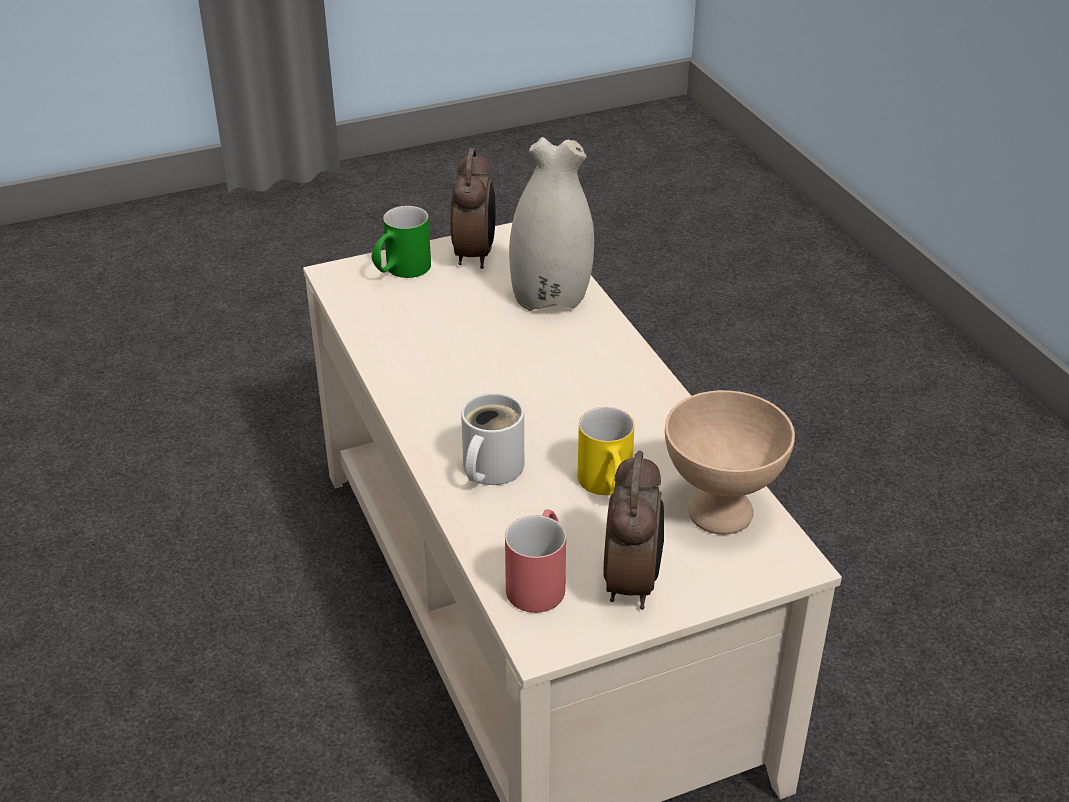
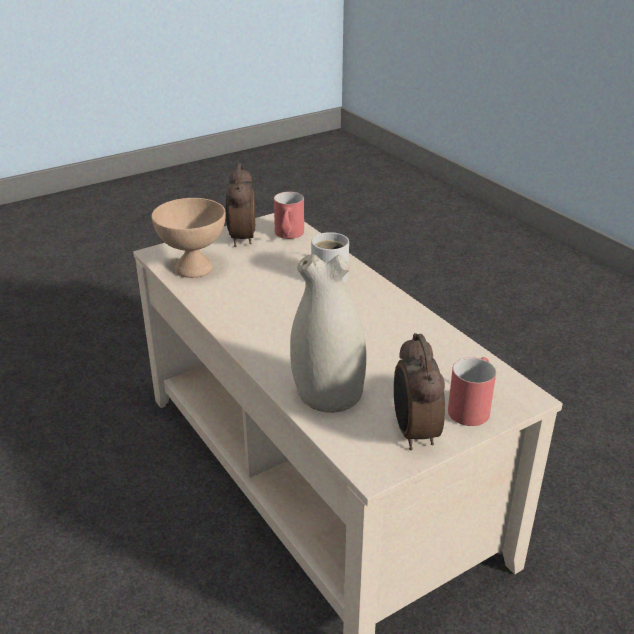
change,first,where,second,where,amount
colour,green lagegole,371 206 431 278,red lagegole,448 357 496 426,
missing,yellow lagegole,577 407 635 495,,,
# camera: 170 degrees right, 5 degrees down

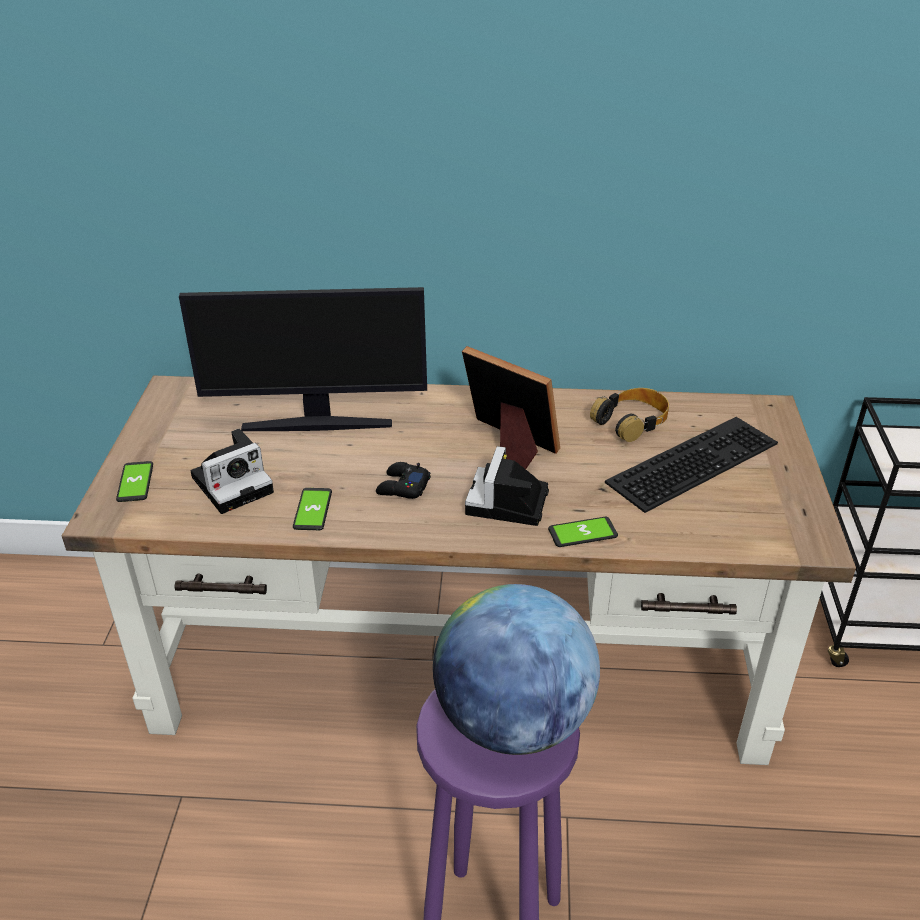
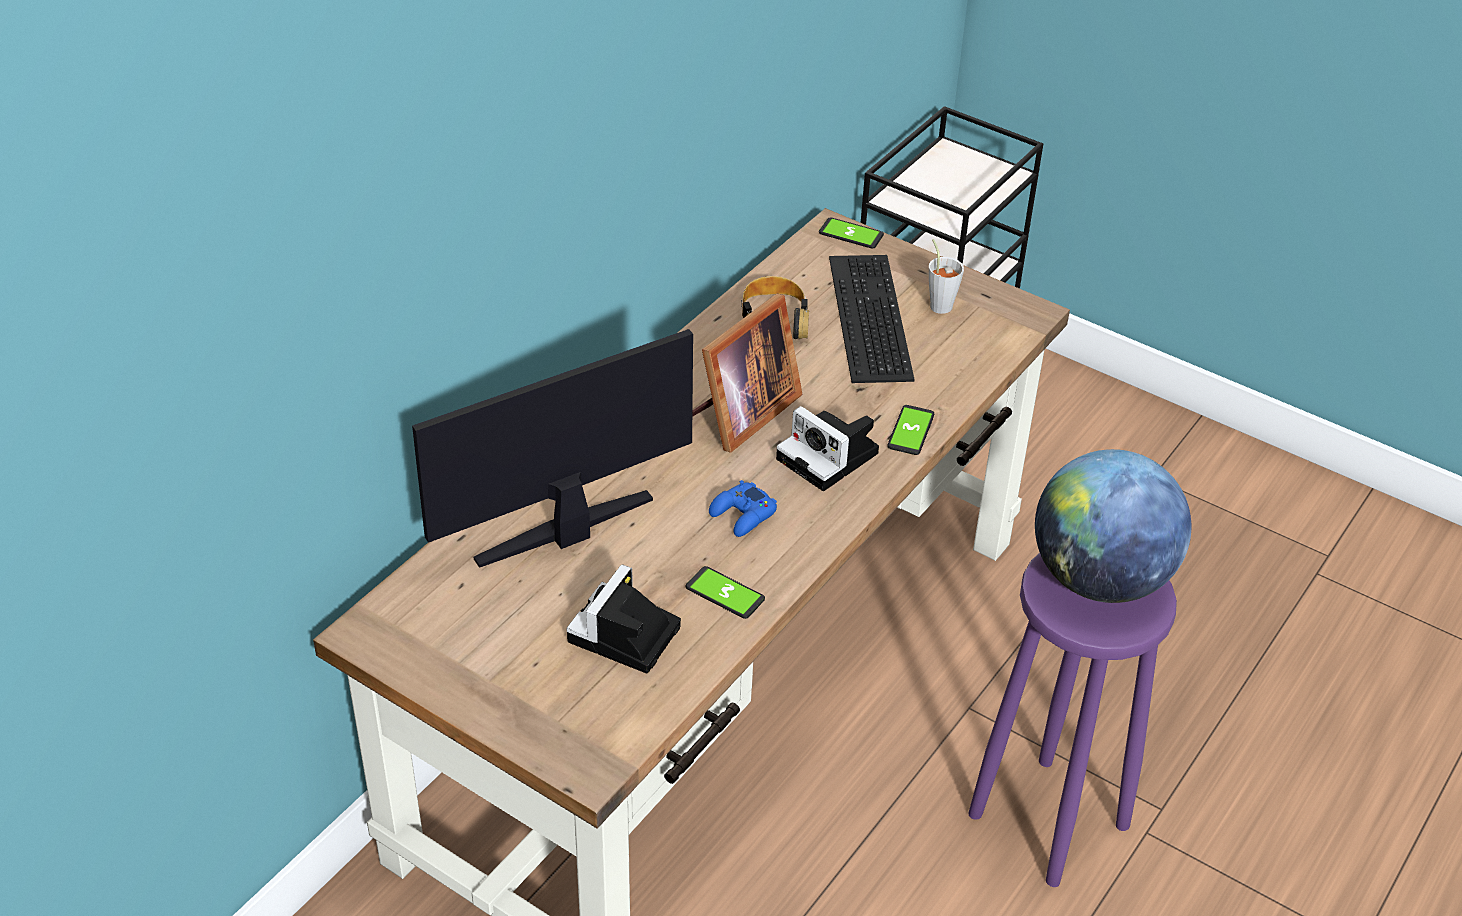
change,first,where,second,where,amount
spun,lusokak,179 287 427 431,,412 329 693 568,150 degrees counterclockwise
spun,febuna,462 346 560 469,,692 294 802 453,150 degrees clockwise
spun,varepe,191 429 274 514,,567 565 681 673,150 degrees counterclockwise
relocated,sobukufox,116 461 153 502,,819 217 884 249,
colour,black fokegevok,376 462 431 499,blue fokegevok,709 480 777 537,
appeared,,,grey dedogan,929 239 964 314,
# camera: 60 degrees left, 5 degrees up

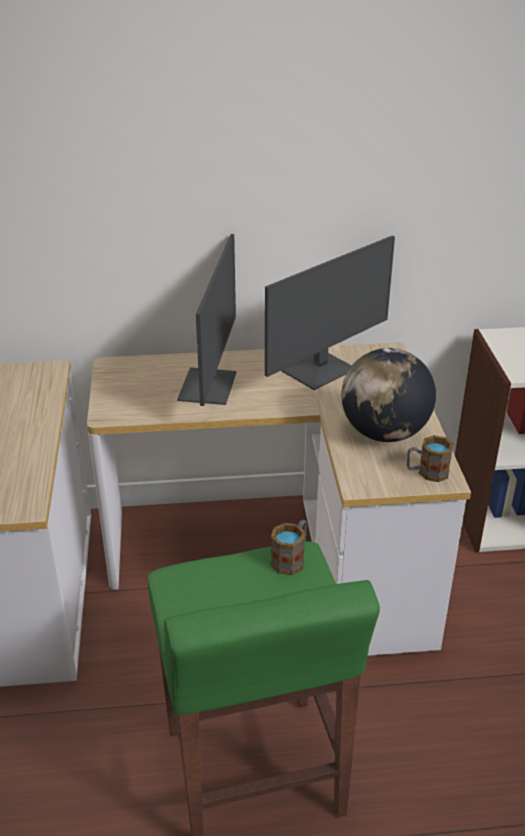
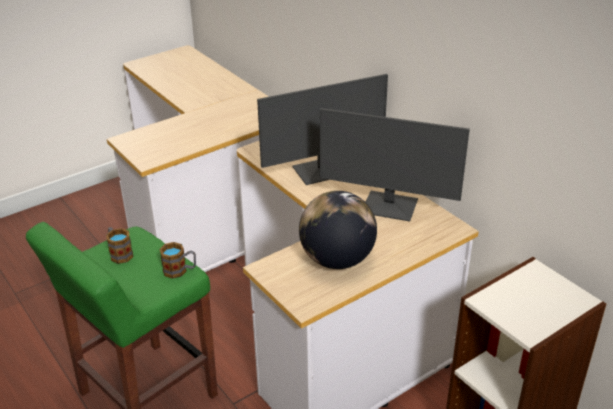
change,first,where,second,where,amount
relocated,lagegole,407 435 453 482,,106 227 133 264,
# camera: 60 degrees right, 0 degrees up

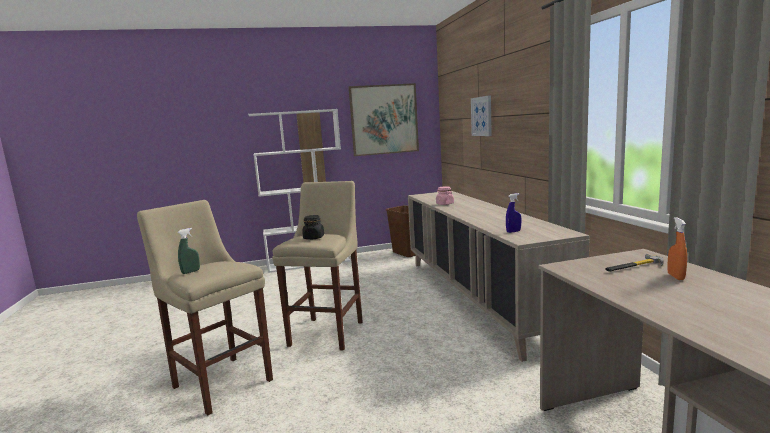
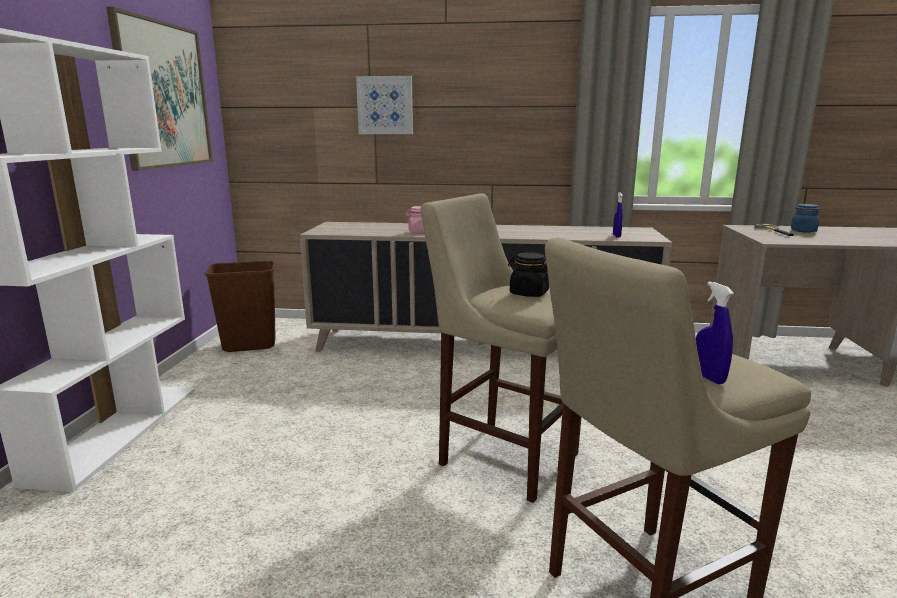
change,first,where,second,where,amount
exchanged,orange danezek,667 217 687 280,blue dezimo,791 204 819 233,
colour,green danezek,178 228 200 274,blue danezek,696 281 734 384,
# camera: 70 degrees left, 5 degrees up

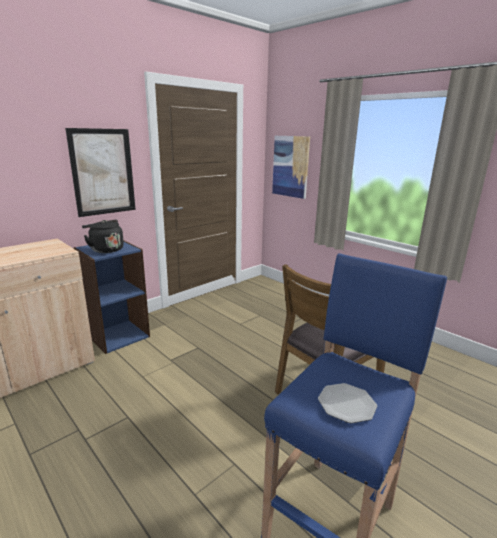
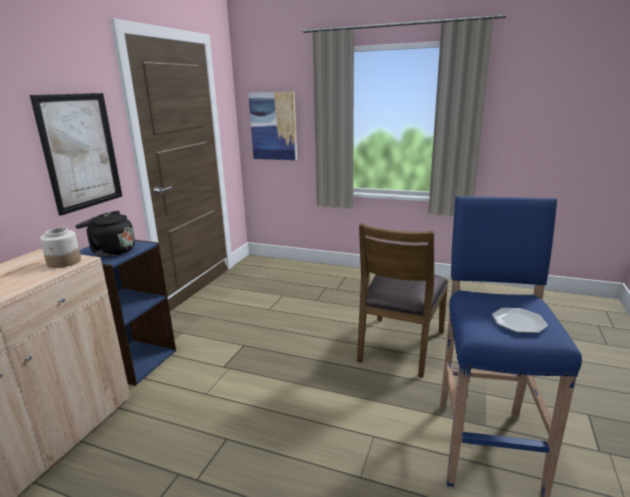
change,first,where,second,where,amount
appeared,,,dezimo,40 228 81 268,
# camera: 25 degrees left, 0 degrees up

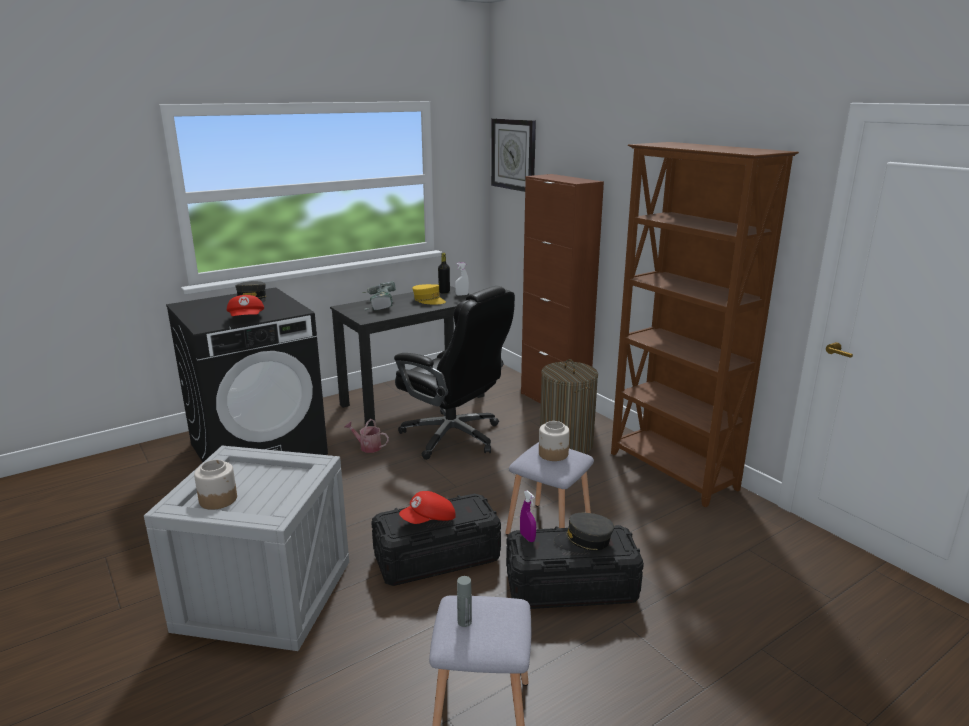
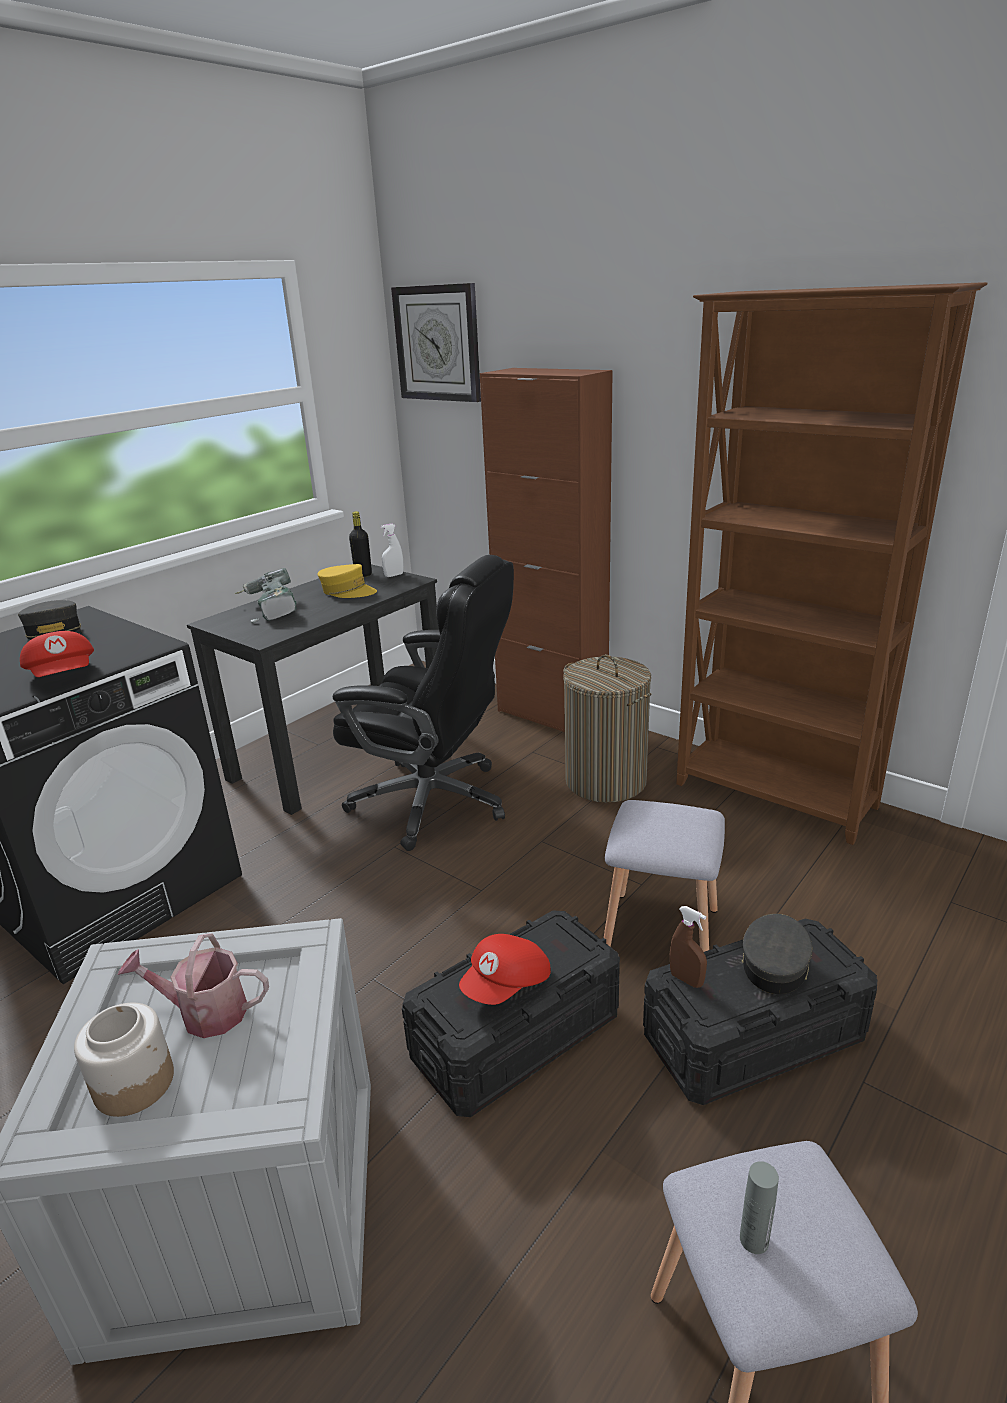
change,first,where,second,where,amount
relocated,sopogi,344 419 389 453,,118 934 269 1038,
missing,dezimo,539 421 570 461,,,
colour,purple danezek,520 490 536 542,brown danezek,670 906 707 988,
spun,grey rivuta,554 513 614 553,,742 914 813 994,135 degrees clockwise
# camera: 15 degrees left, 5 degrees up

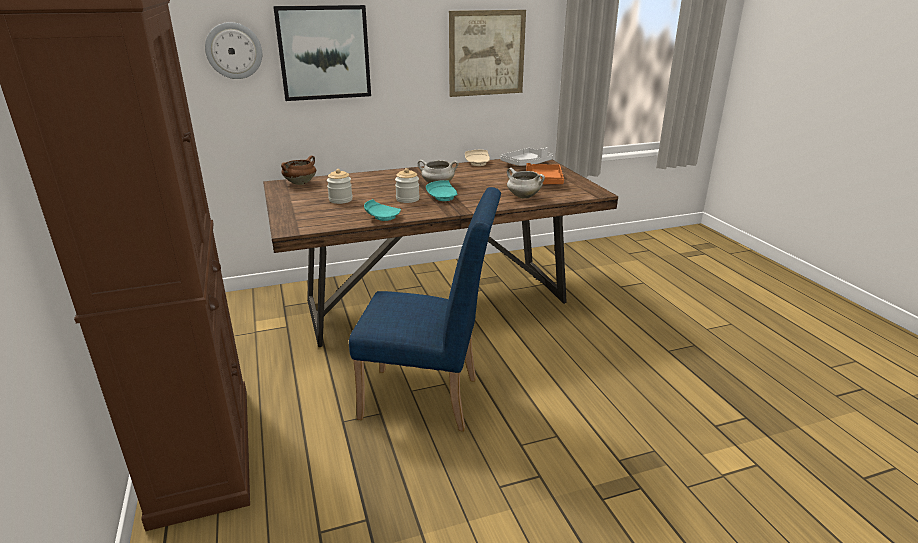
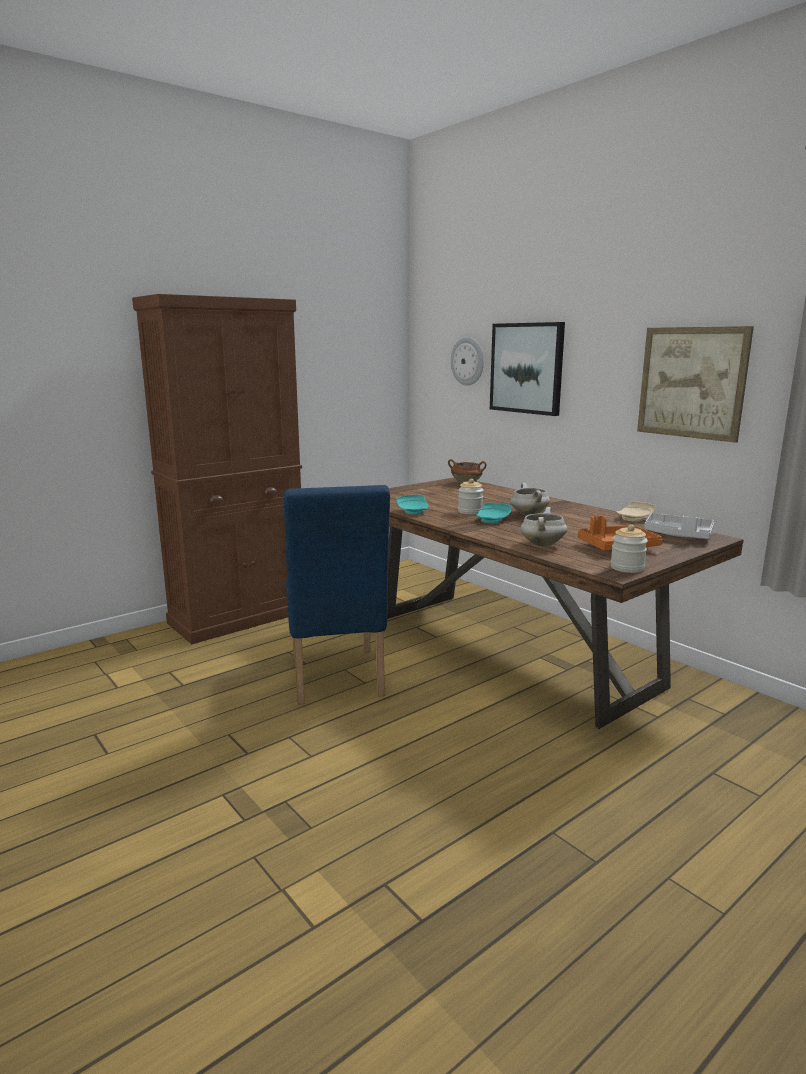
change,first,where,second,where,amount
relocated,dezimo,327 169 353 204,,610 524 648 573,
# camera: 70 degrees right, 10 degrees down

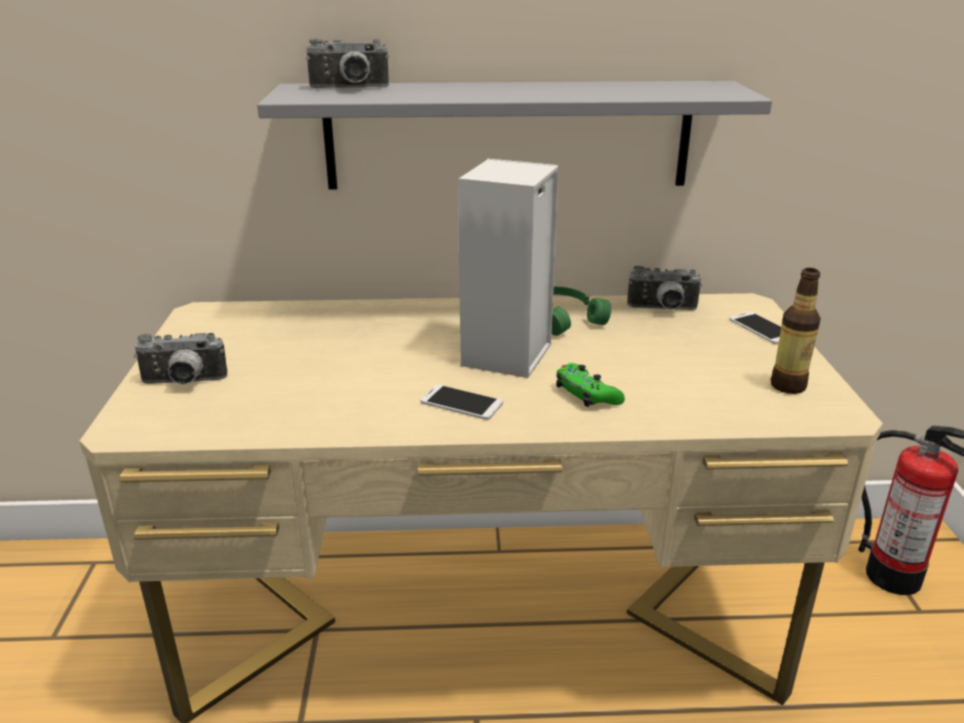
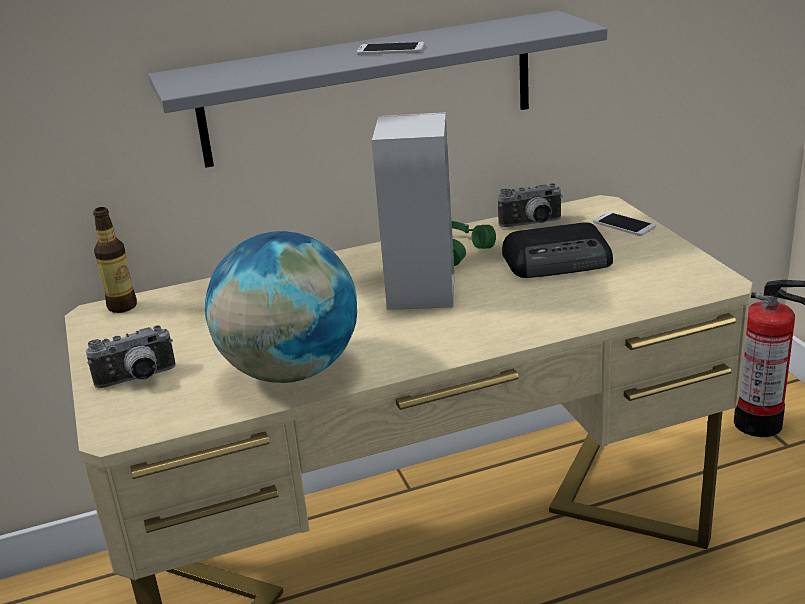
change,first,where,second,where,amount
missing,varepe,306 39 389 88,,,
relocated,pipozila,771 268 821 394,,93 207 137 313,
missing,green fokegevok,556 363 625 407,,,
relocated,sobukufox,420 385 503 420,,356 42 425 55,
appeared,,,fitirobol,502 222 613 278,
appeared,,,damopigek,205 231 357 383,
# camera: 15 degrees left, 0 degrees up

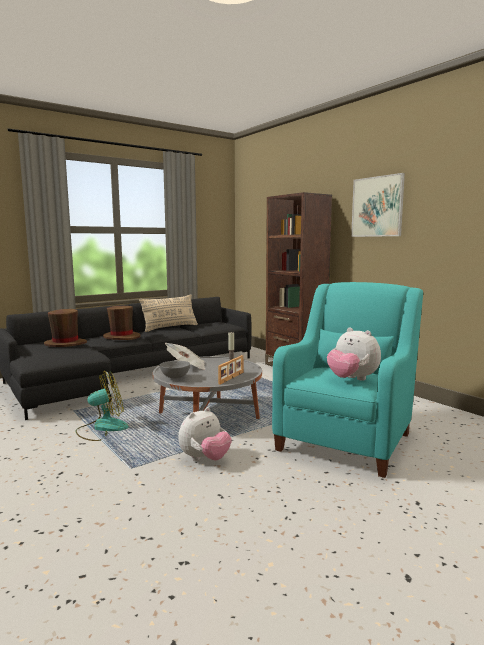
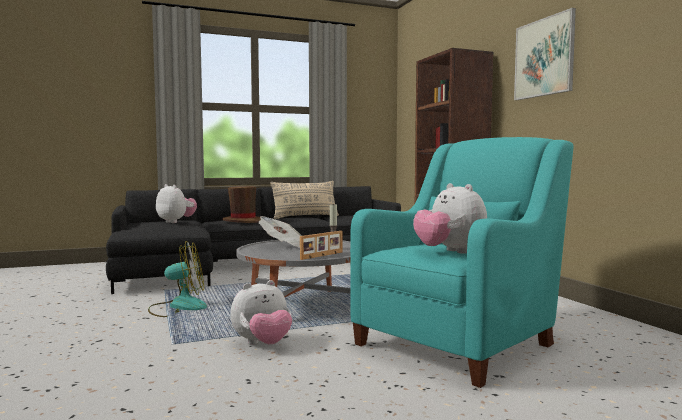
change,first,where,second,where,amount
exchanged,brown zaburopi,44 309 87 347,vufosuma,156 184 197 223,
missing,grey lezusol,160 361 190 378,,,
# camera: 15 degrees right, 5 degrees down

